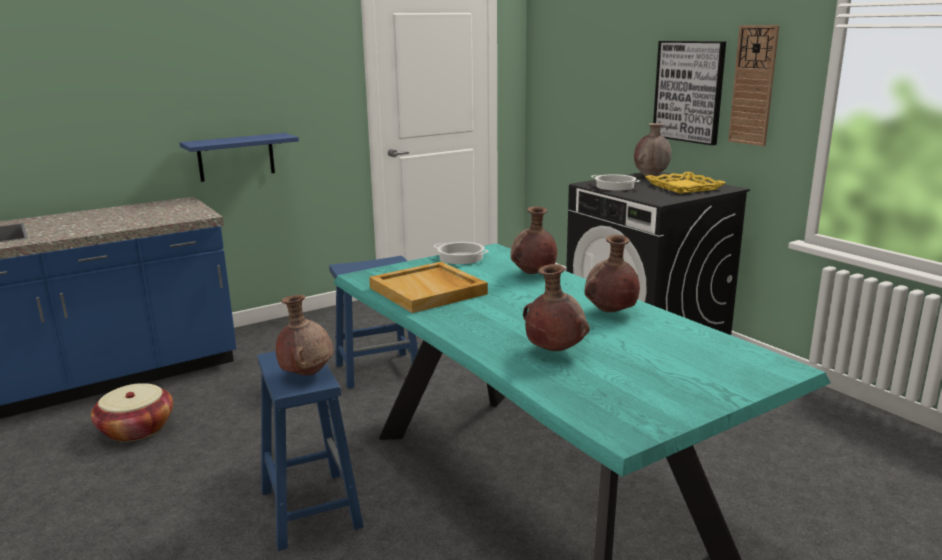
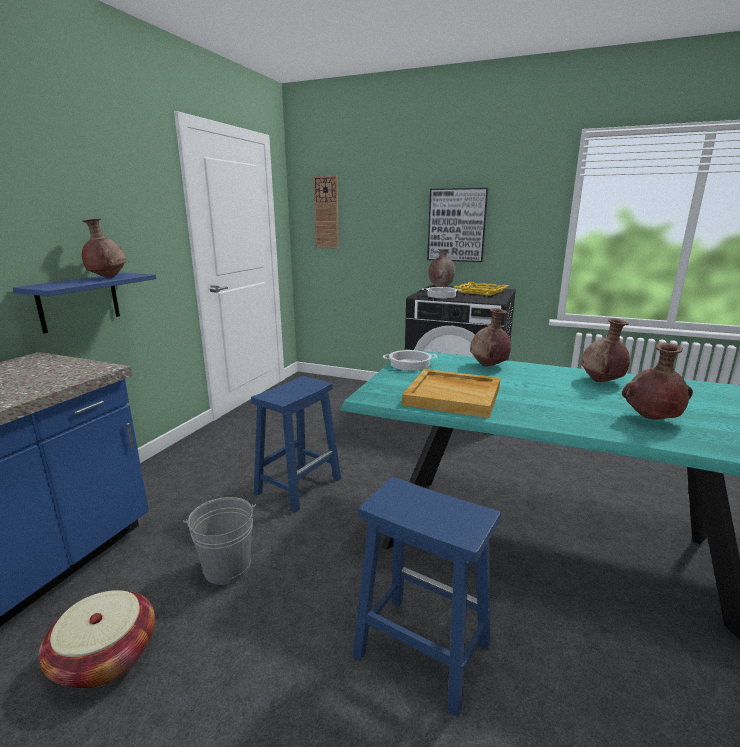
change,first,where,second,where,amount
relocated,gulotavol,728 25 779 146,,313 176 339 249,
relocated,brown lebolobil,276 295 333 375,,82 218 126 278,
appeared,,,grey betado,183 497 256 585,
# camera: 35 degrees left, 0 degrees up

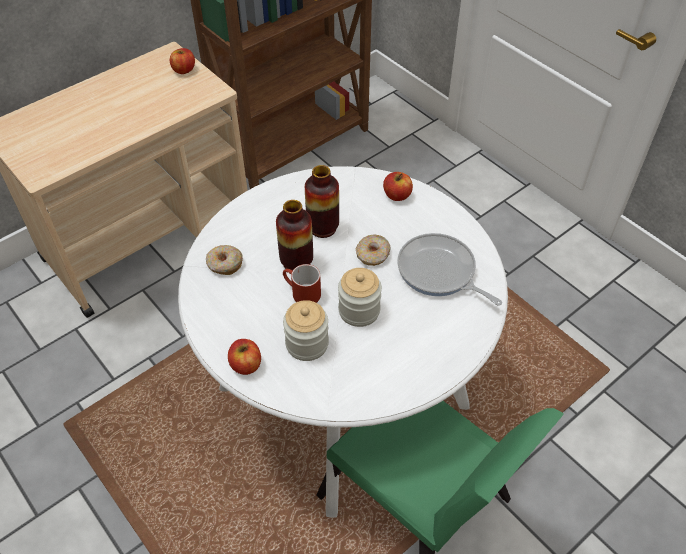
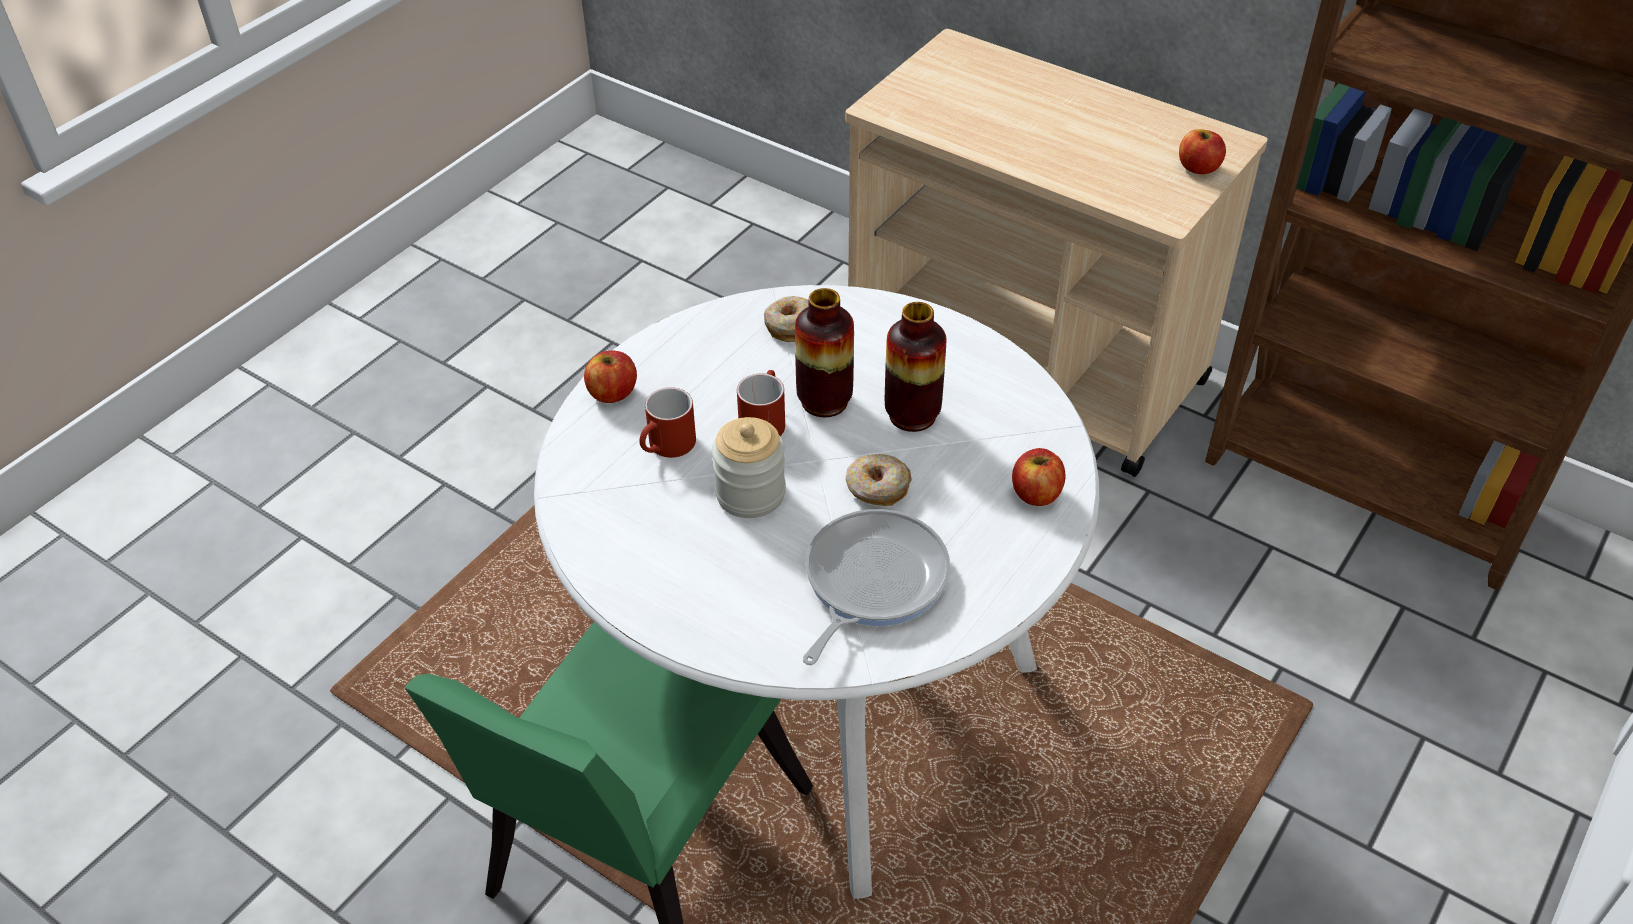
change,first,where,second,where,amount
exchanged,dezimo,283 300 329 361,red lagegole,639 387 696 458,
# camera: 75 degrees right, 5 degrees down

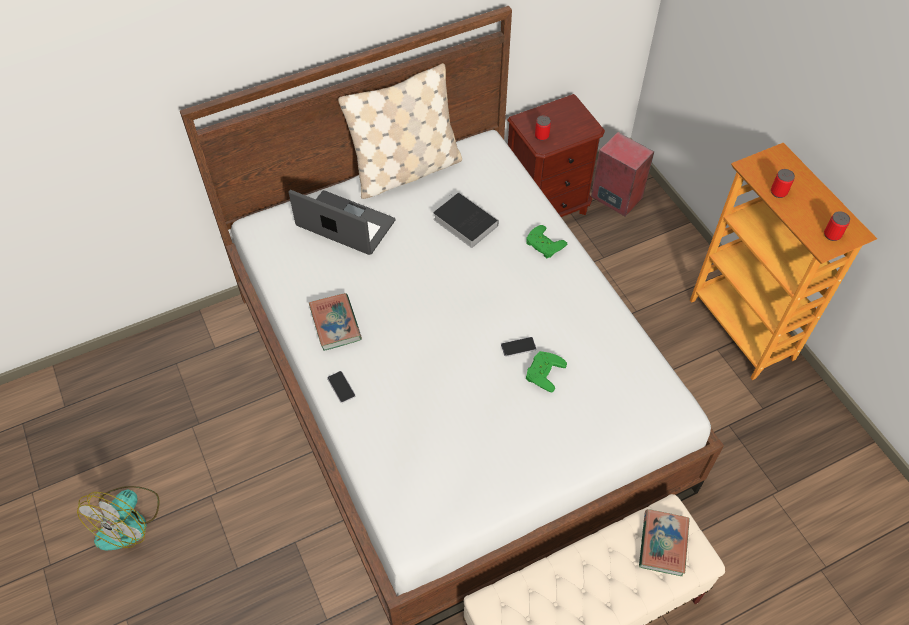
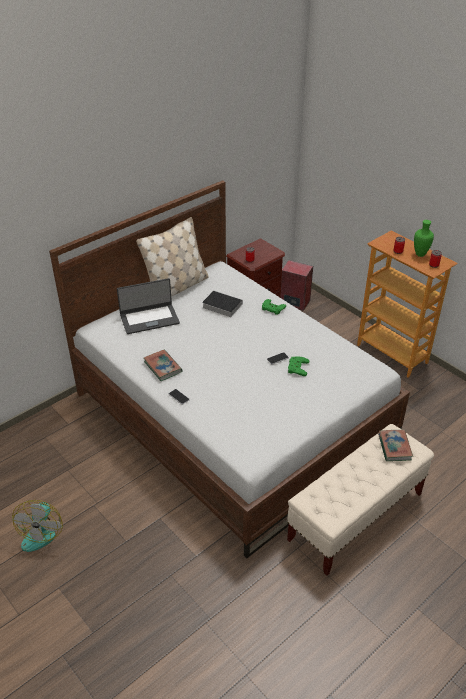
change,first,where,second,where,amount
spun,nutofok,288 190 395 255,,117 278 180 334,150 degrees clockwise
appeared,,,green lebolobil,414 220 434 257,
# camera: 15 degrees left, 15 degrees down

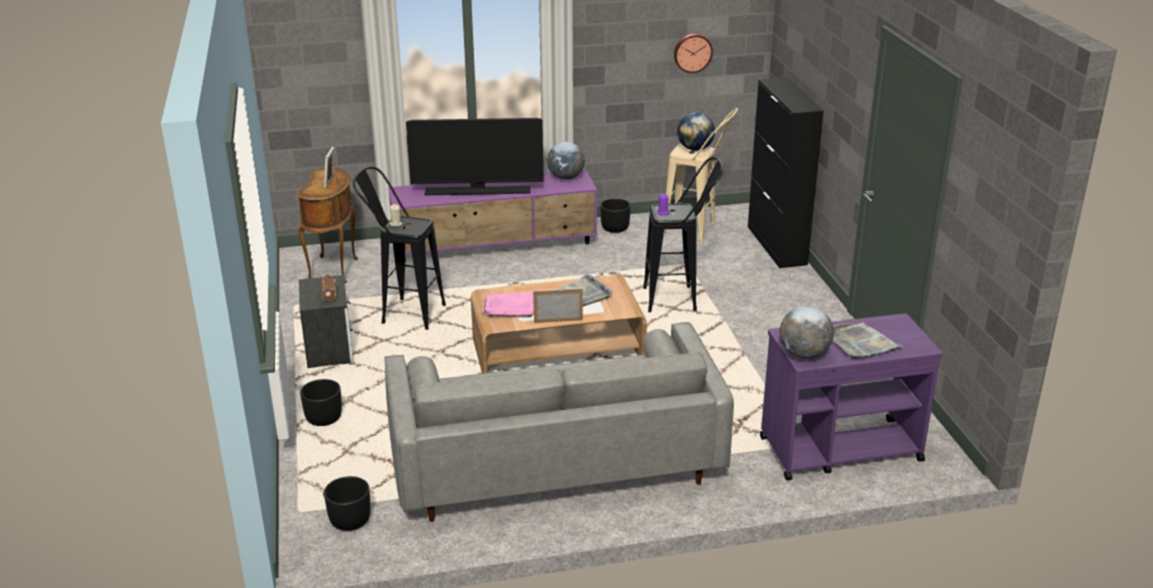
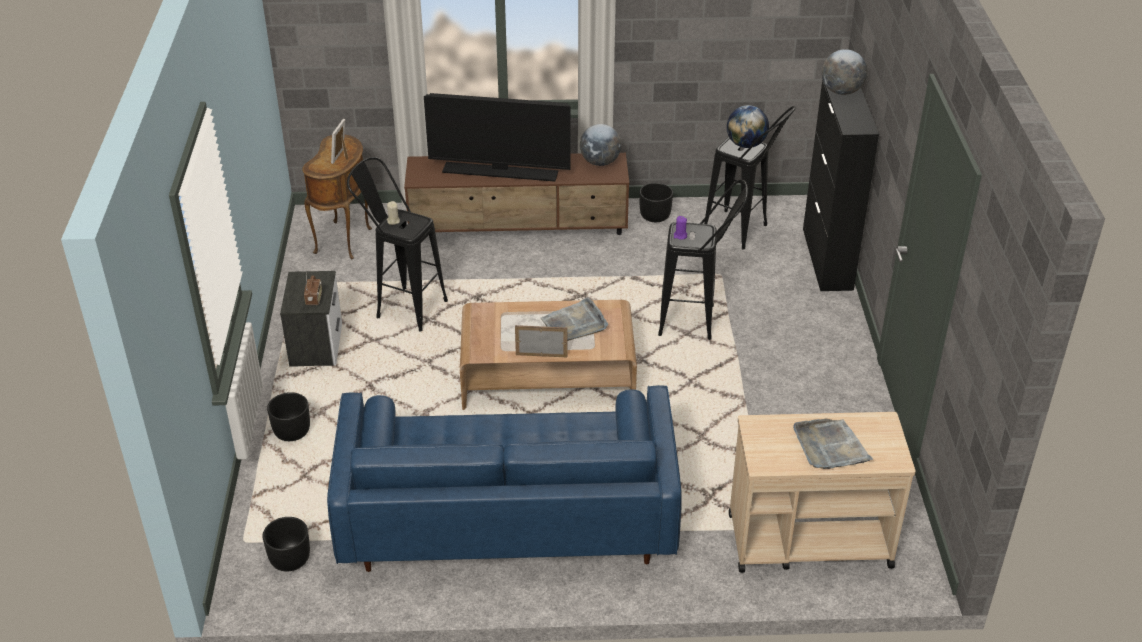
change,first,where,second,where,amount
missing,gulotavol,674 34 713 73,,,
colour,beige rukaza,663 108 738 245,black rukaza,704 106 796 249,
colour,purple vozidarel,388 170 597 262,brown vozidarel,404 153 629 235,
missing,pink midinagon,482 290 540 317,,,
relocated,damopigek,779 306 834 359,,822 49 867 95,
colour,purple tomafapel,760 313 942 480,beige tomafapel,729 412 916 573,
colour,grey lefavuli,384 322 734 522,blue lefavuli,327 385 681 572,
# camera: 10 degrees right, 10 degrees up

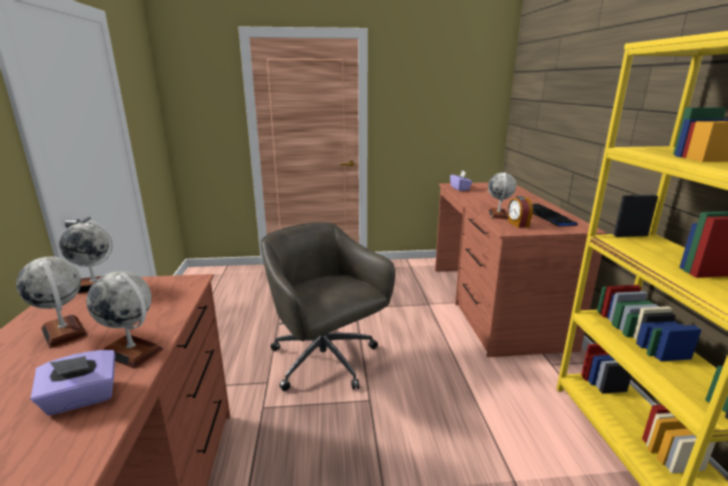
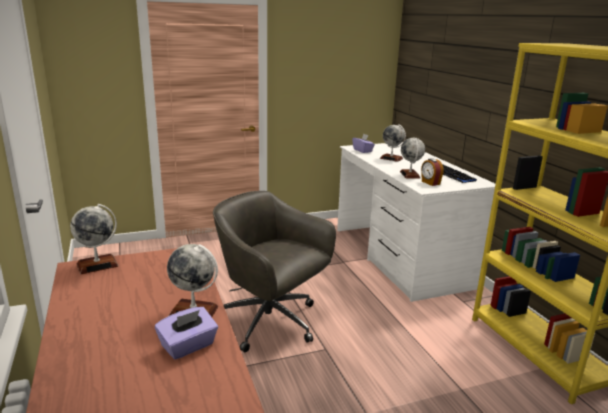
change,first,where,second,where,amount
colour,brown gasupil,435 182 607 357,white gasupil,337 142 495 302,
relocated,damopigek,16 257 88 348,,380 124 406 162,
# camera: 15 degrees left, 0 degrees up

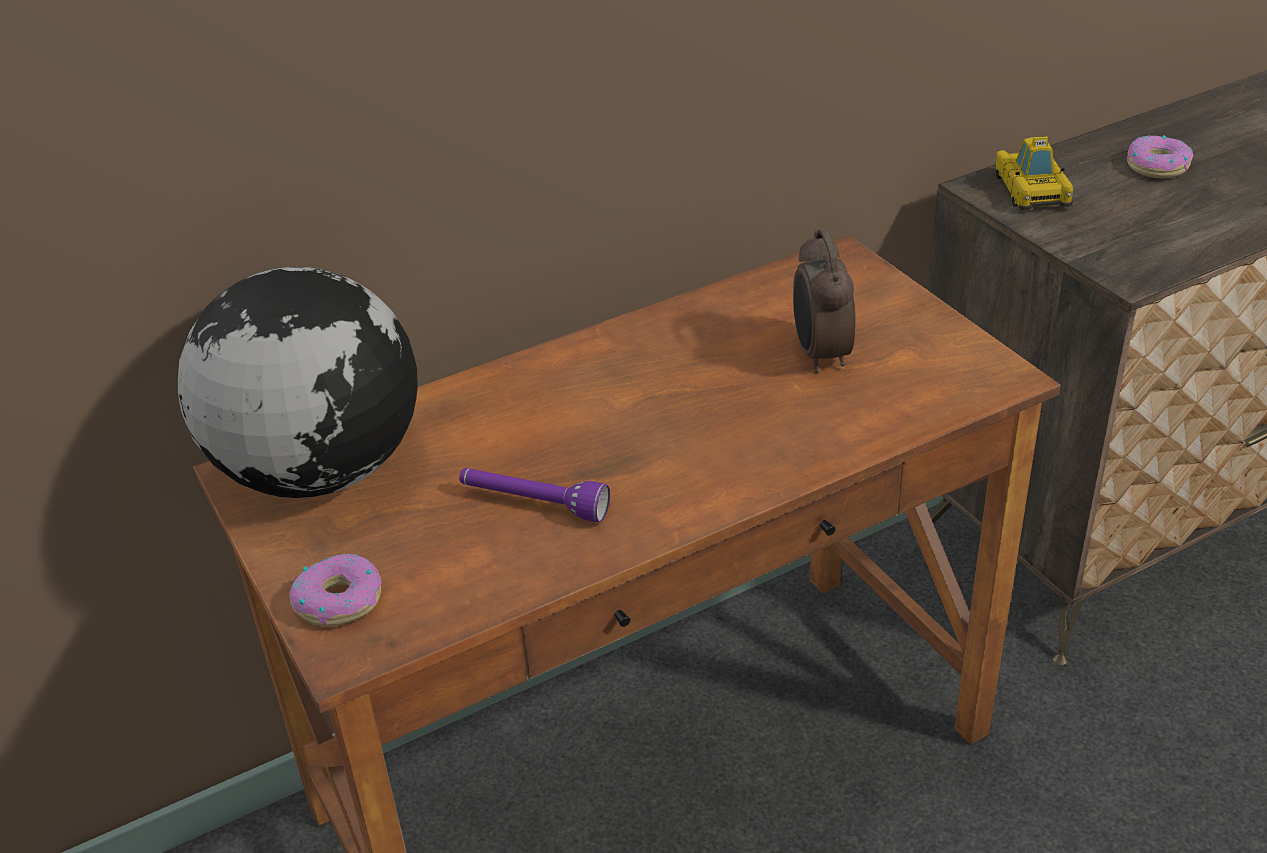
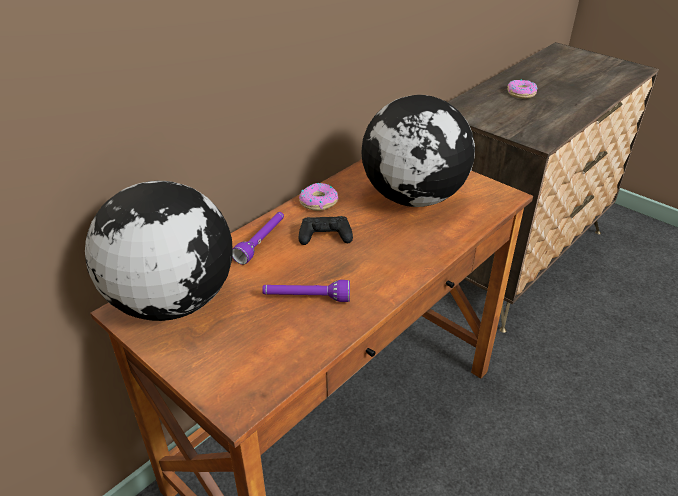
change,first,where,second,where,amount
missing,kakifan,995 136 1073 210,,,
exchanged,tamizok,793 229 856 373,damopigek,362 95 475 207,
relocated,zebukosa,289 554 382 627,,299 183 339 211,
appeared,,,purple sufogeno,232 212 284 265,
appeared,,,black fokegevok,299 216 353 245,
# camera: 20 degrees left, 0 degrees up

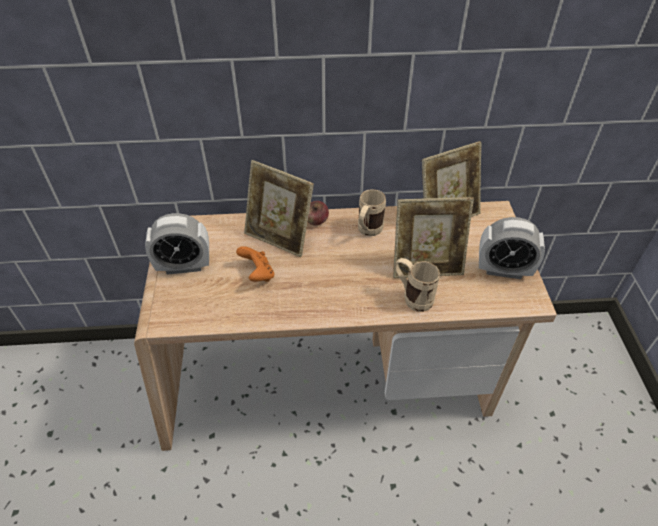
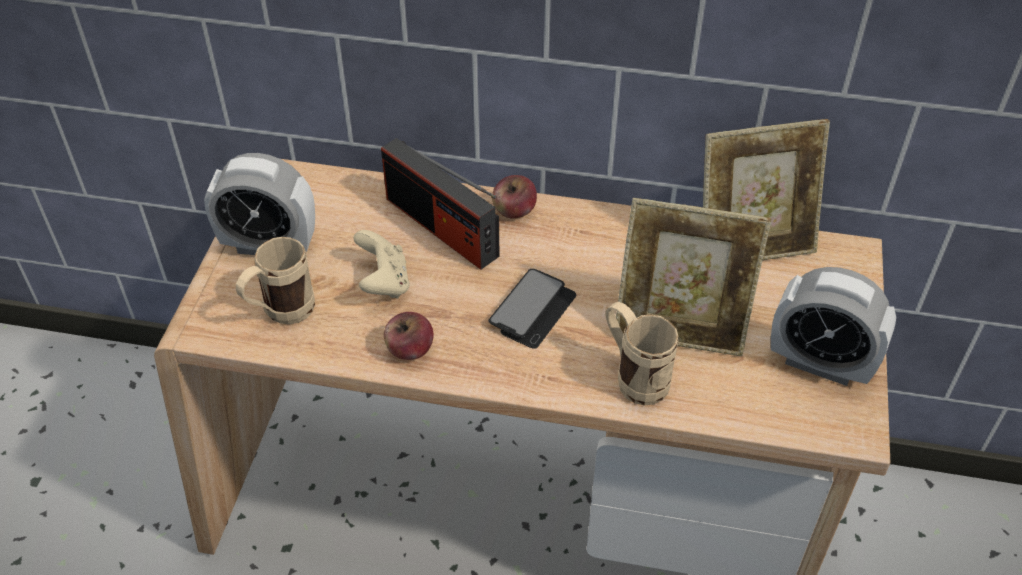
change,first,where,second,where,amount
exchanged,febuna,244 160 314 257,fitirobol,381 138 499 270,
relocated,beige lagegole,358 189 386 236,,236 237 315 324,
colour,orange fokegevok,236 246 274 282,beige fokegevok,353 230 410 299,
appeared,,,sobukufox,488 269 577 349,
appeared,,,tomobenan,384 312 433 360,
# camera: 15 degrees right, 0 degrees up

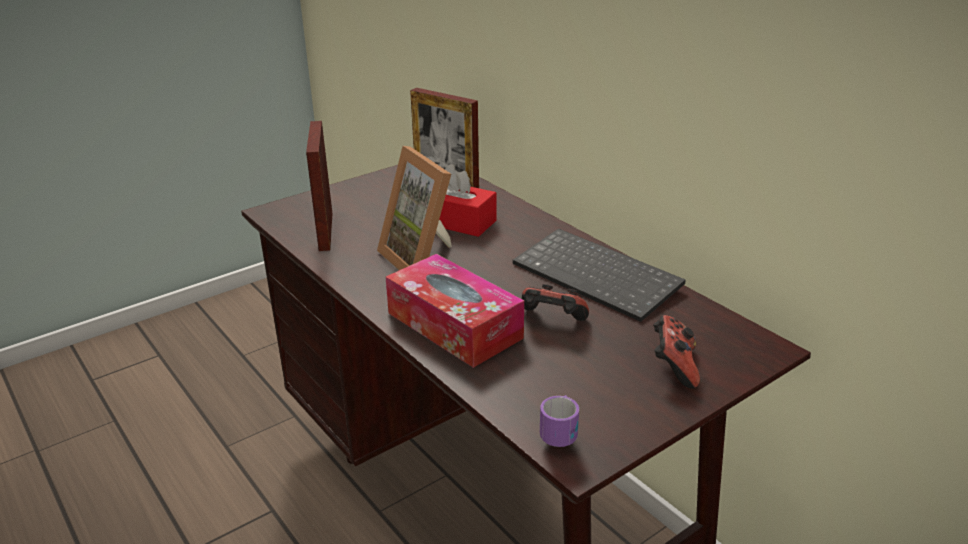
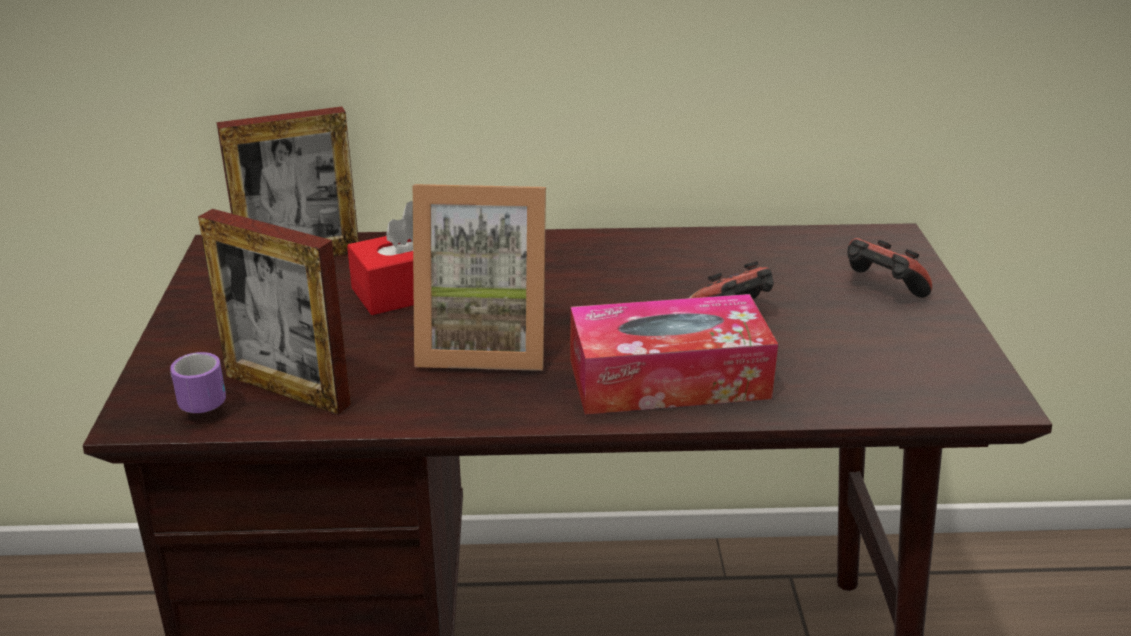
change,first,where,second,where,amount
missing,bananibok,513 228 686 322,,,
relocated,lagegole,540 395 579 447,,170 352 226 413,
# camera: 55 degrees left, 0 degrees up

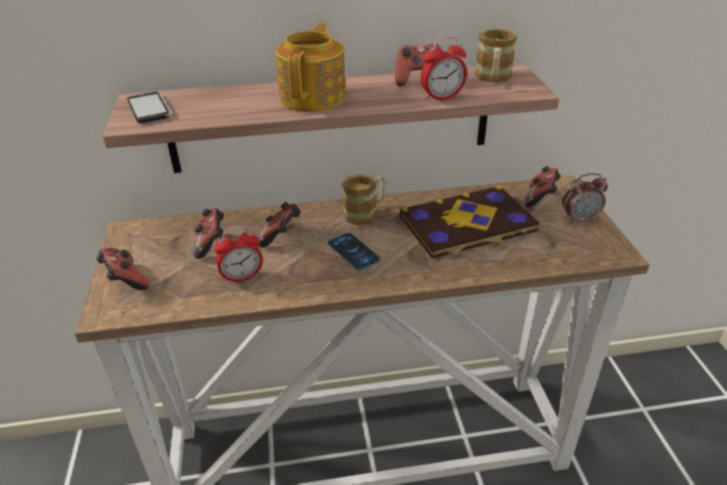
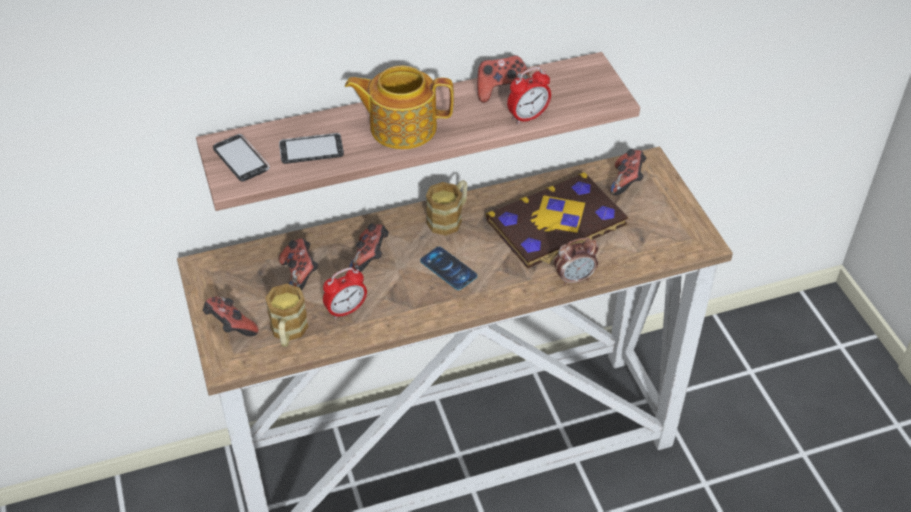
change,first,where,second,where,amount
spun,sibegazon,275 23 346 112,,345 65 454 149,90 degrees counterclockwise
relocated,lagegole,475 29 517 83,,265 284 309 347,
relocated,tamizok,562 173 608 224,,554 238 599 286,
appeared,,,sobukufox,279 133 344 164,
# camera: 10 degrees left, 10 degrees up

